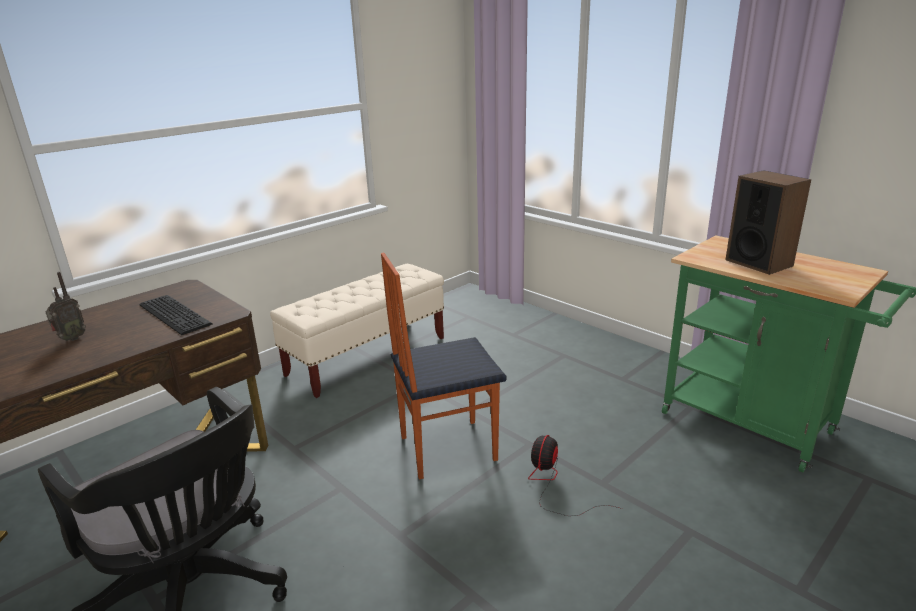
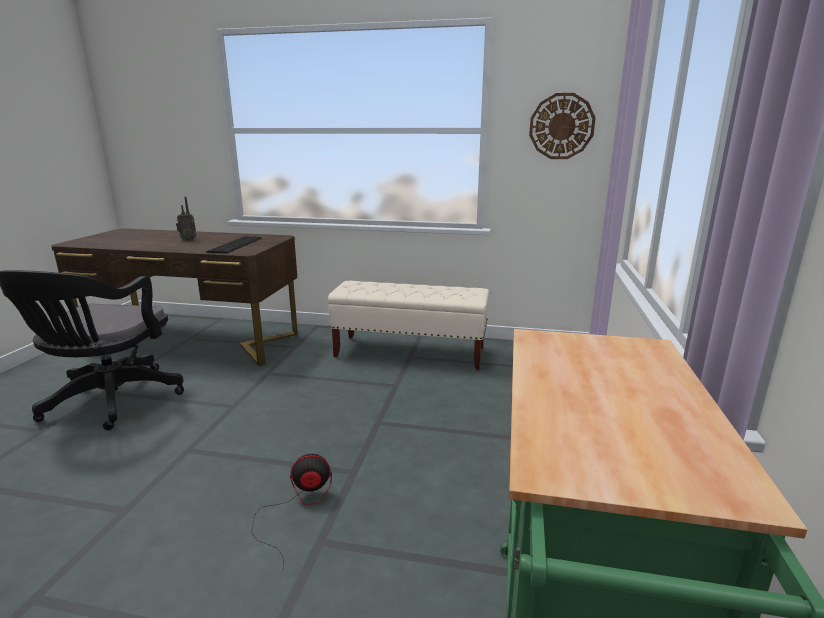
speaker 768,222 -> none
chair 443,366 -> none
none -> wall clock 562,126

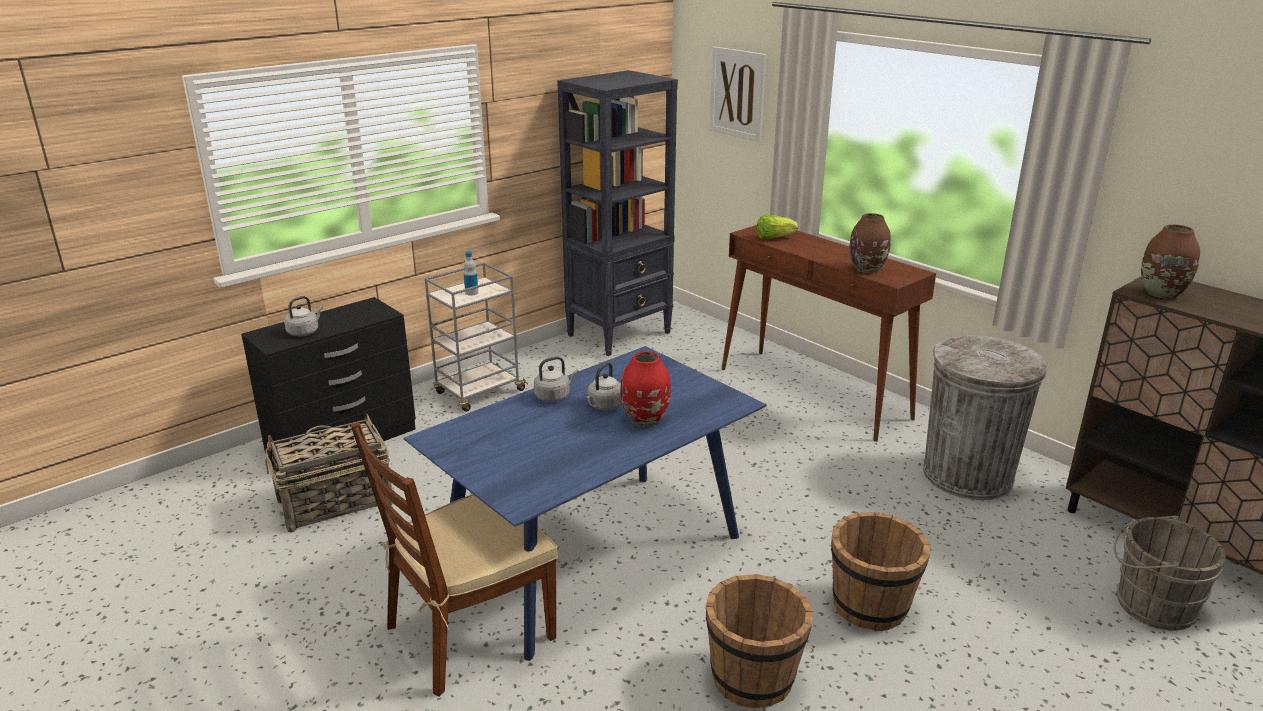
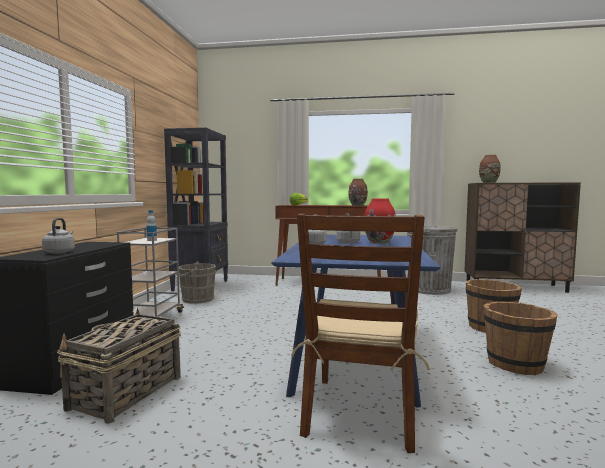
picture 738,94 -> none
grey bucket 1170,572 -> grey bucket 195,282, moved

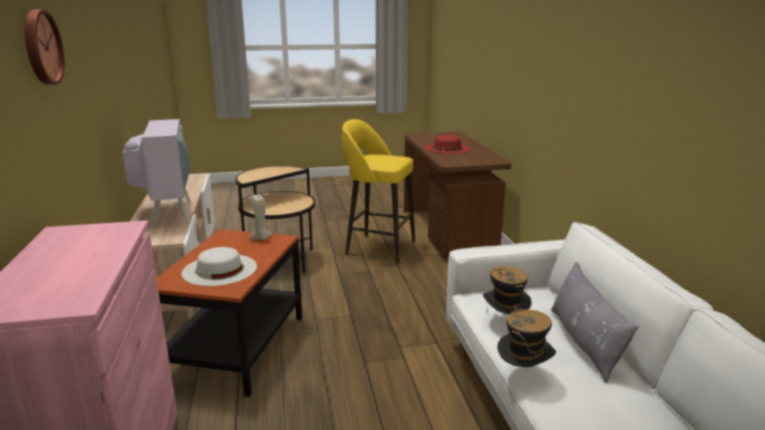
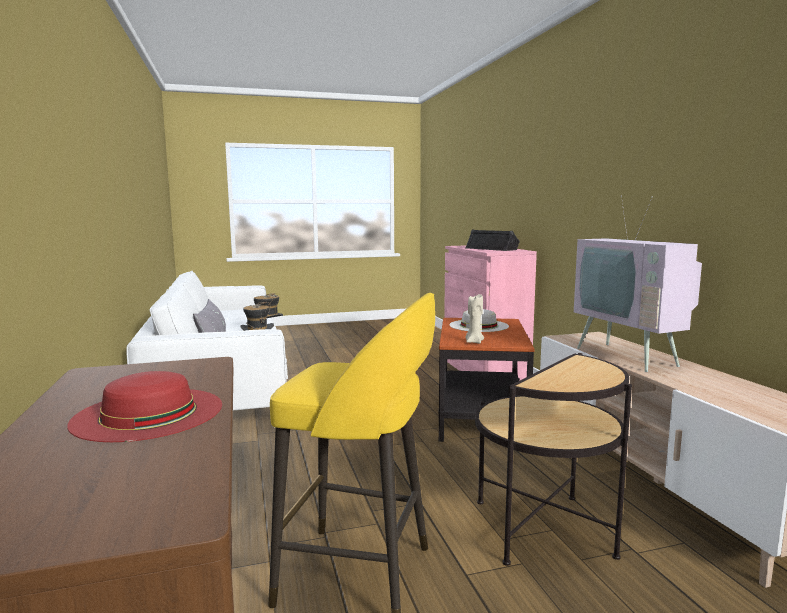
wall clock 44,47 -> none
none -> black speaker 493,240

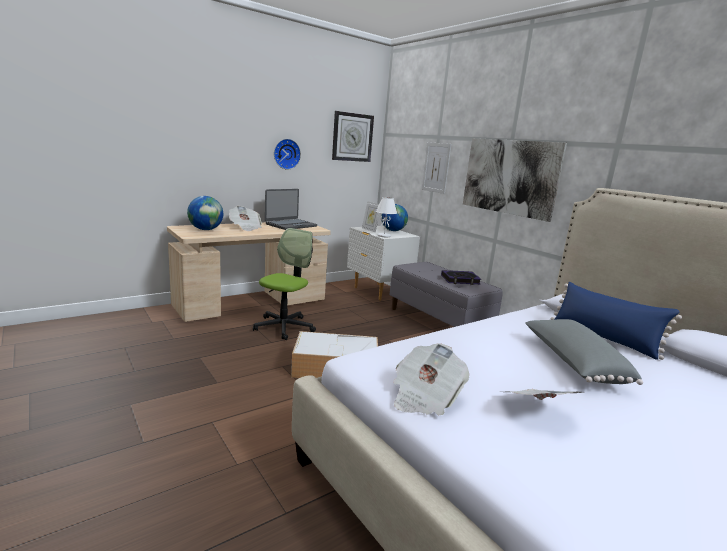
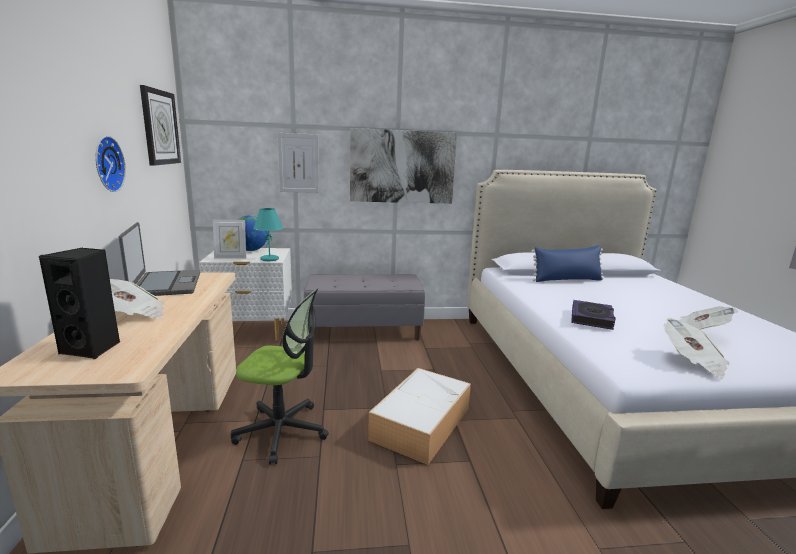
globe 205,213 -> black speaker 79,304
white table lamp 386,217 -> turquoise table lamp 268,234
office chair 284,284 -> office chair 280,377, 135 degrees clockwise
book 461,277 -> book 593,315, moved
grey pillow 584,352 -> none

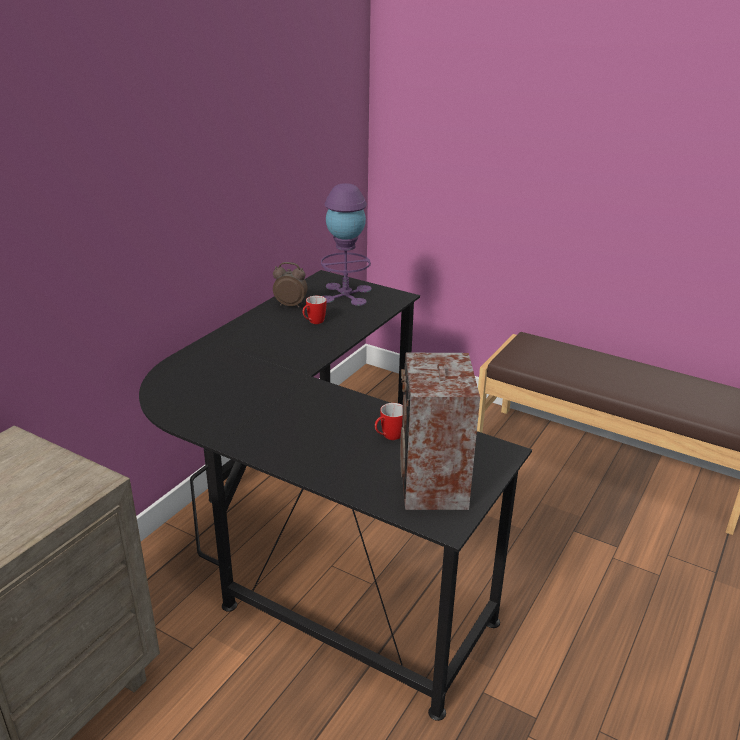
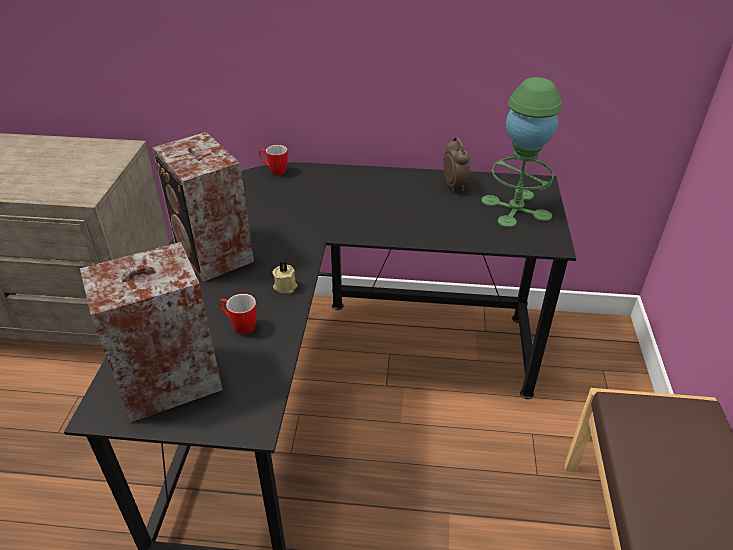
purple table lamp 346,244 -> green table lamp 522,152
mug 315,310 -> mug 273,160, moved
none -> speaker 203,207
none -> beige candle 284,277

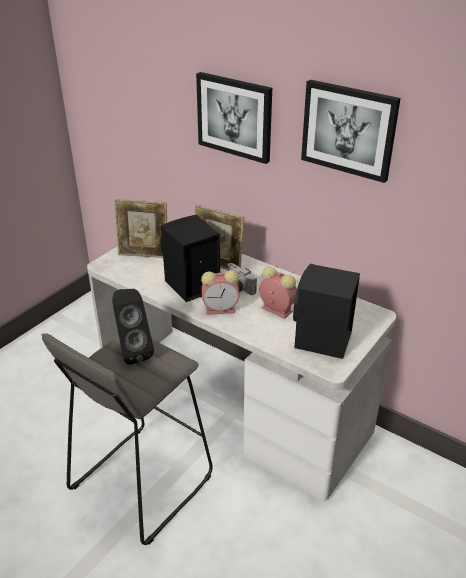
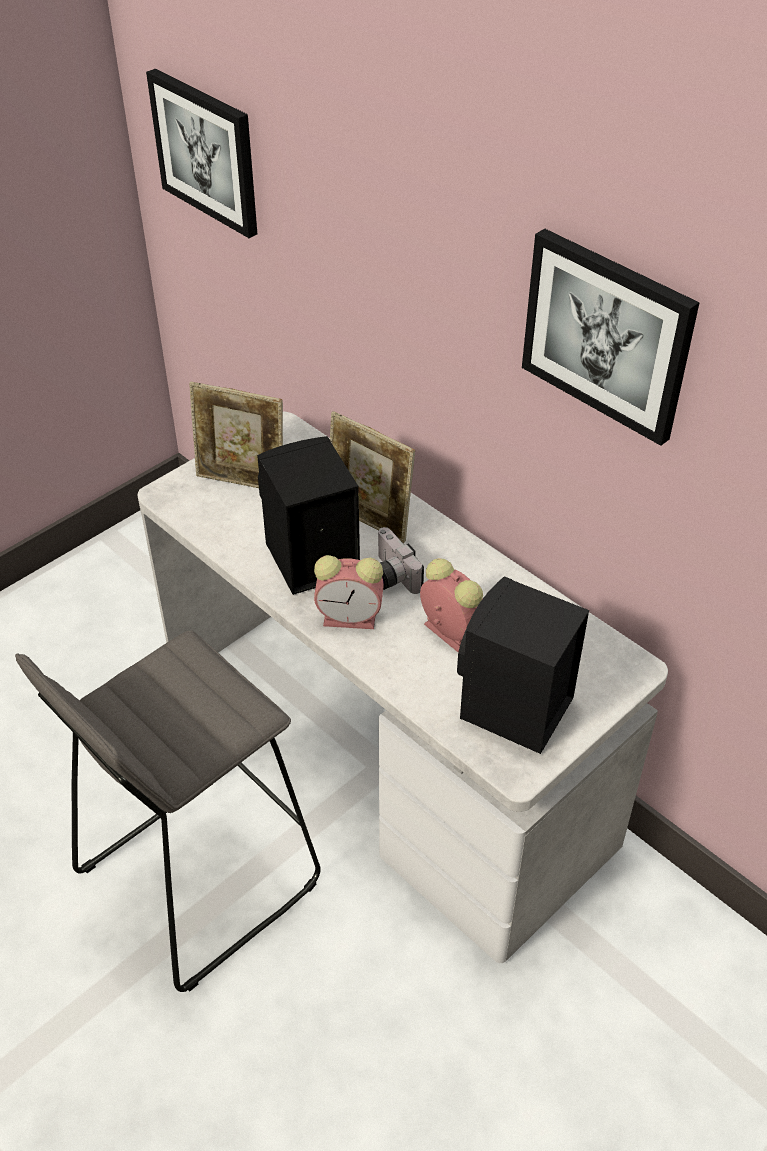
picture 234,118 -> picture 201,153, moved
black speaker 133,327 -> none

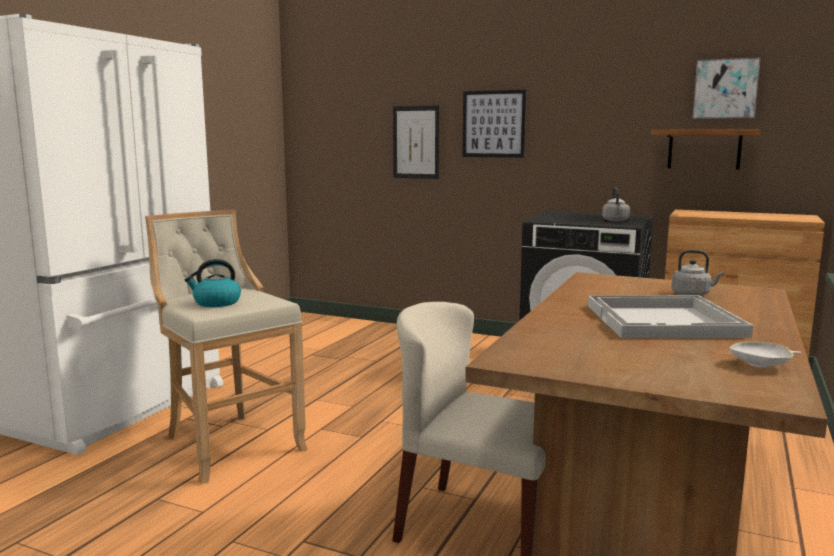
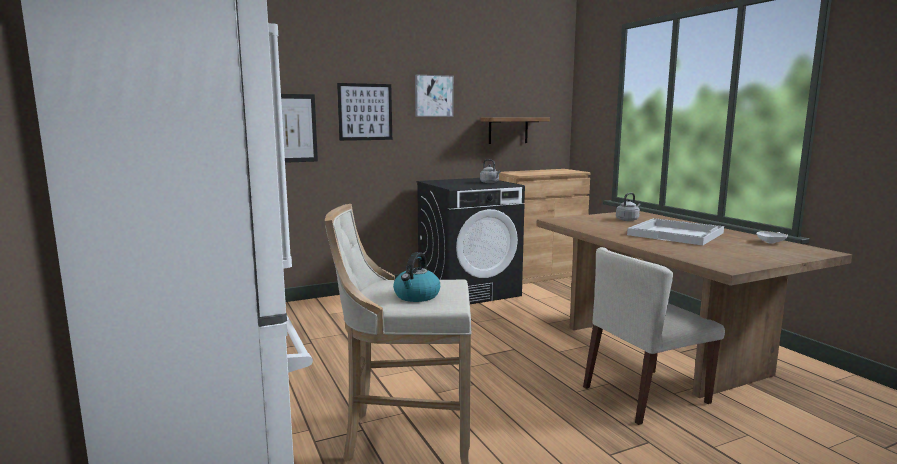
picture 726,88 -> picture 434,96, moved

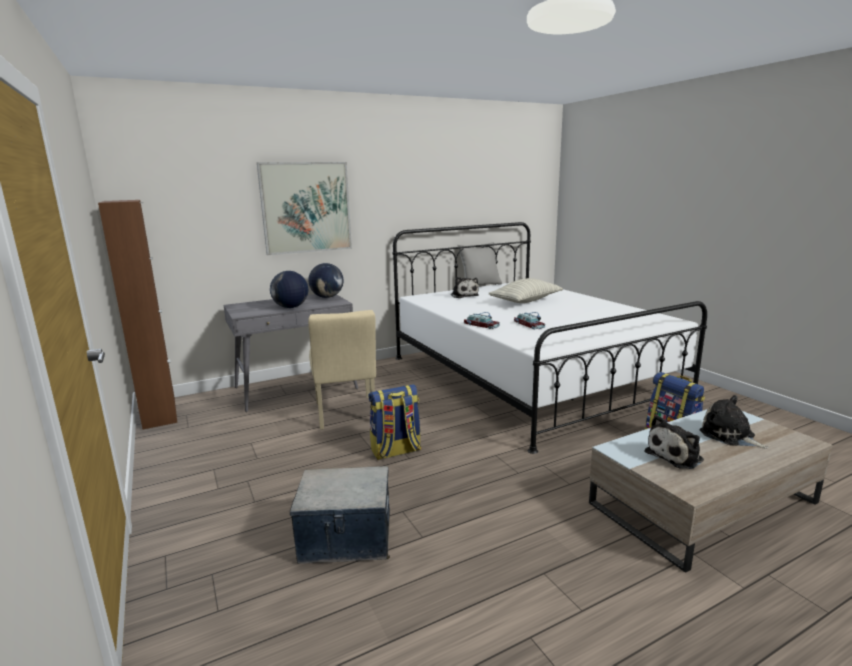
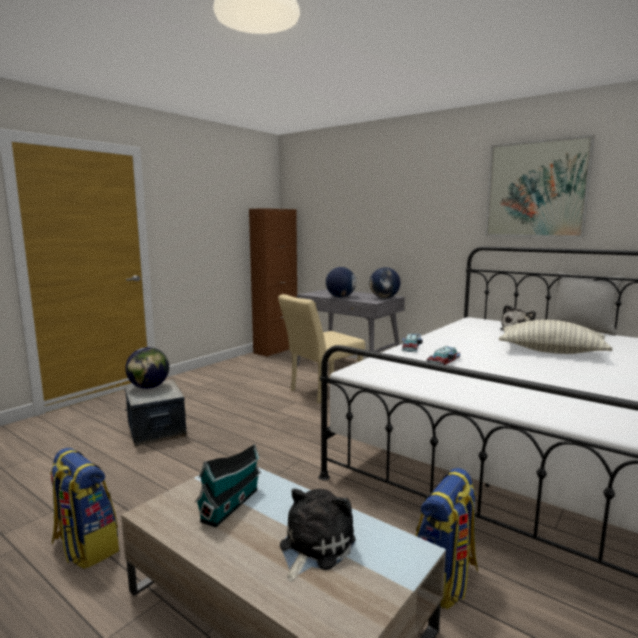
picture 304,208 -> picture 540,186, moved
backpack 395,422 -> backpack 84,508, moved
plush toy 674,442 -> toy house 228,485
none -> globe 147,368

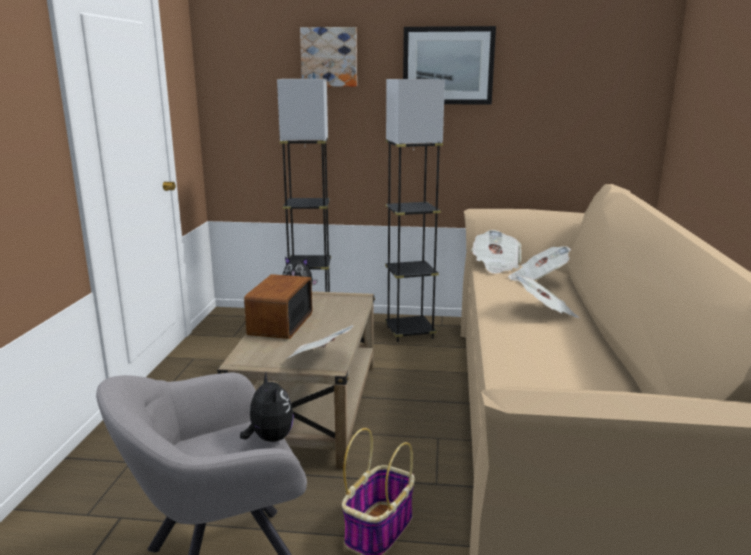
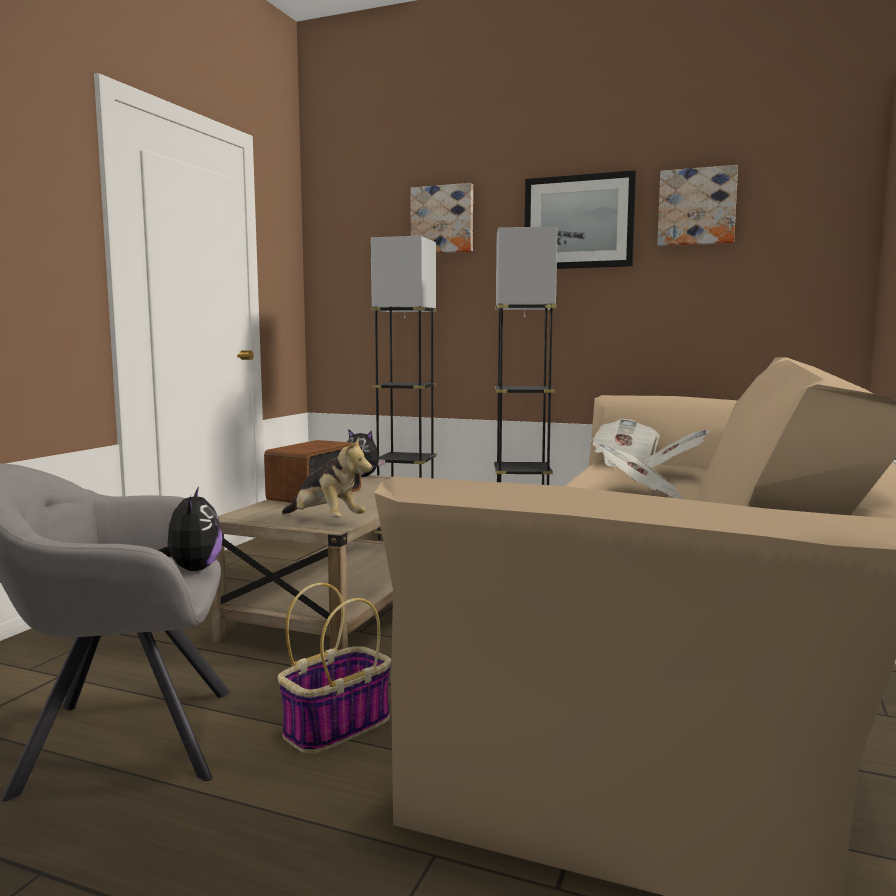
newspaper 320,342 -> plush toy 327,477
none -> picture 697,205

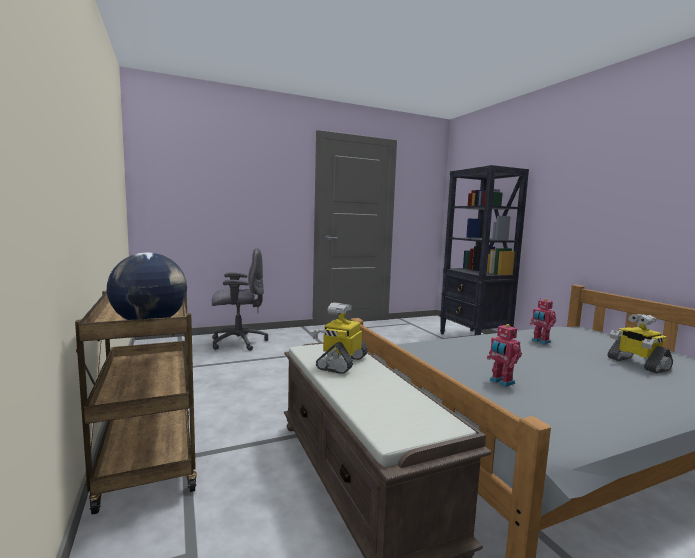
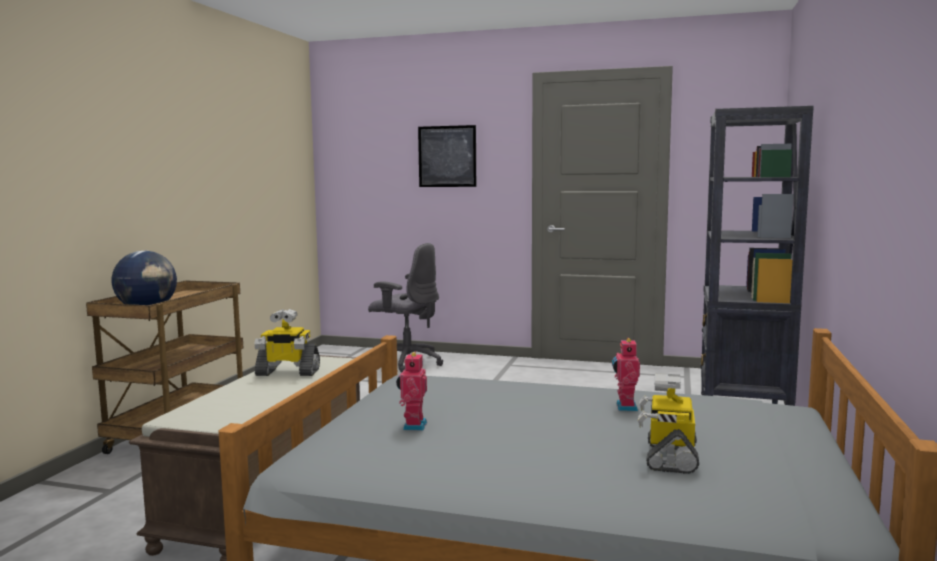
toy robot 340,338 -> toy robot 287,342, 150 degrees counterclockwise
none -> picture 447,156

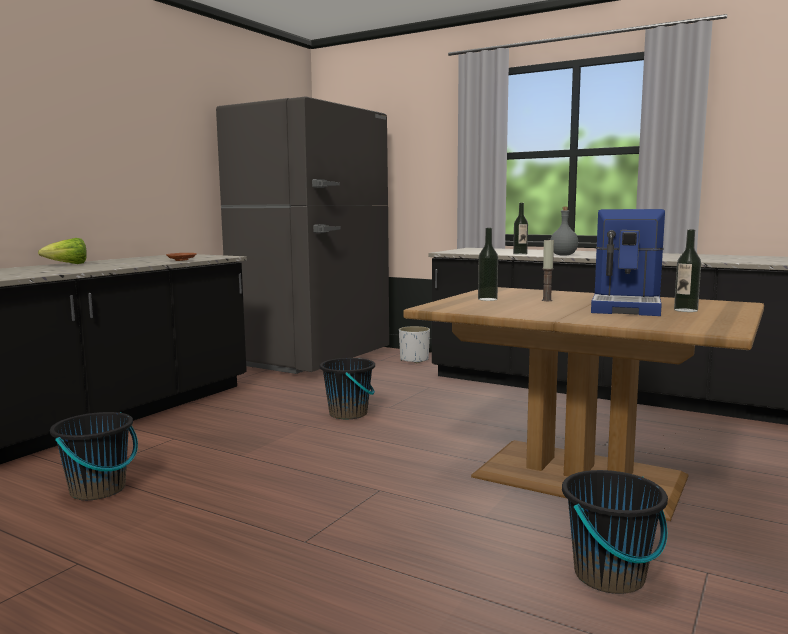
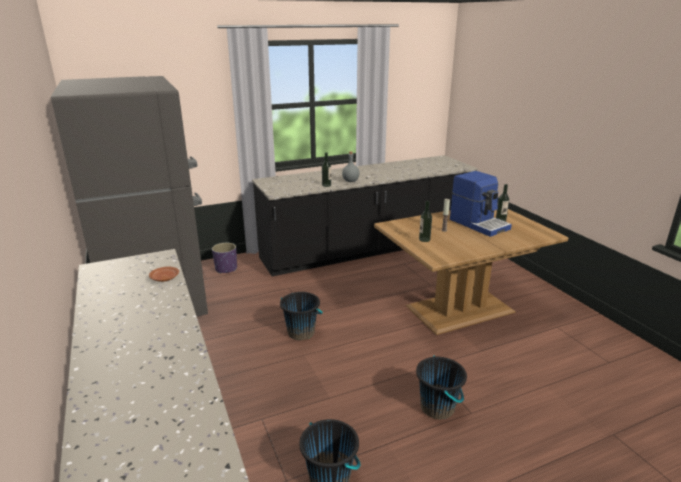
lettuce 62,251 -> none
white planter 414,344 -> purple planter 224,258
black bucket 615,532 -> black bucket 441,387, moved

